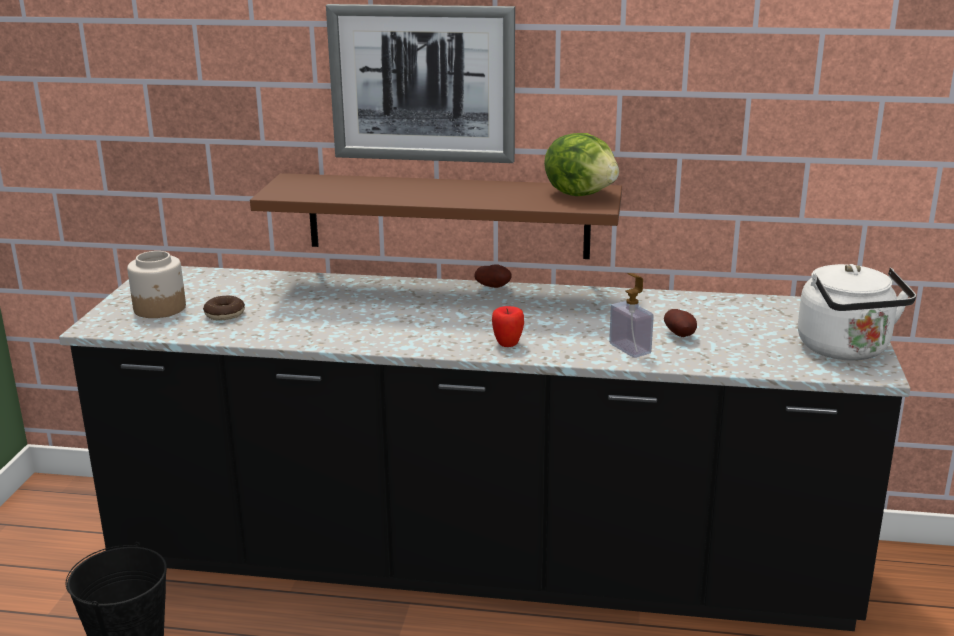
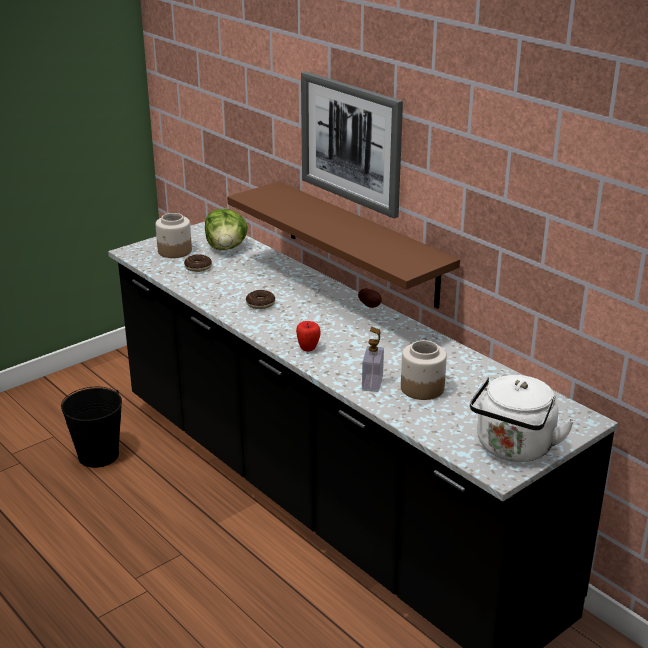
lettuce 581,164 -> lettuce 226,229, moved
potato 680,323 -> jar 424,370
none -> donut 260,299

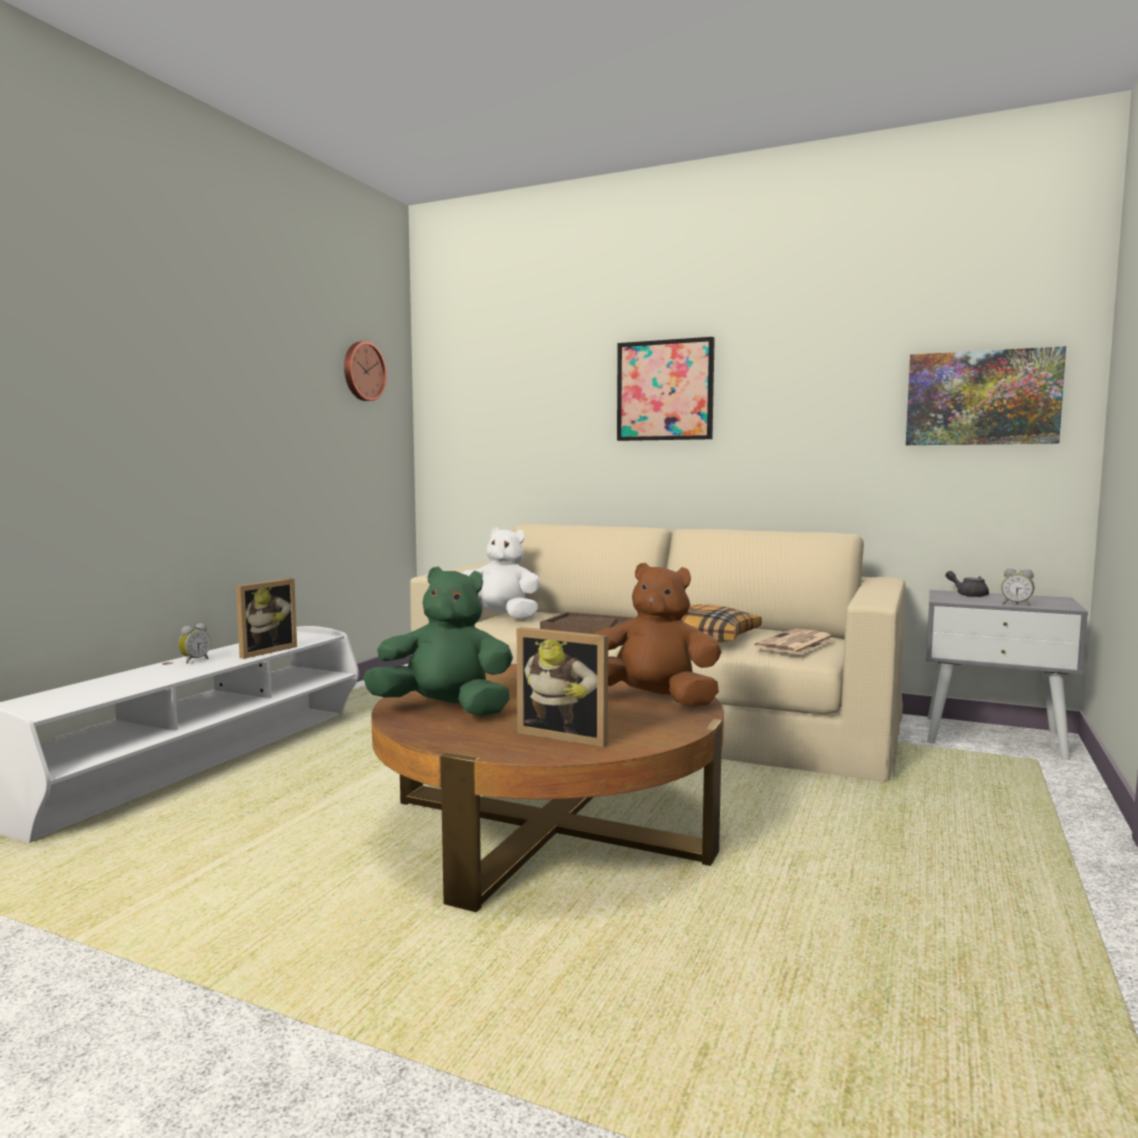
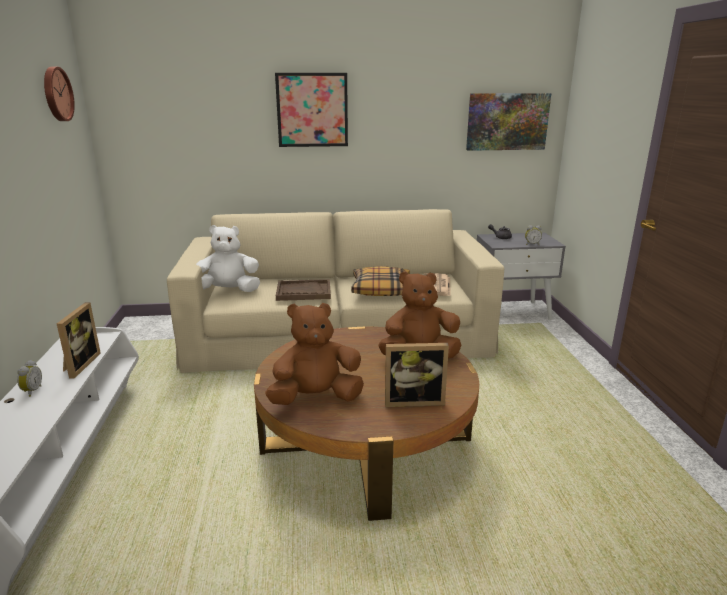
green plush toy 438,641 -> brown plush toy 314,354

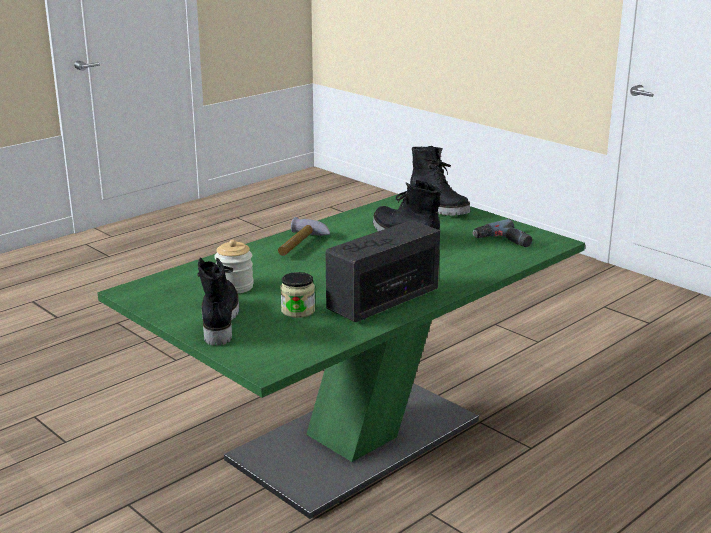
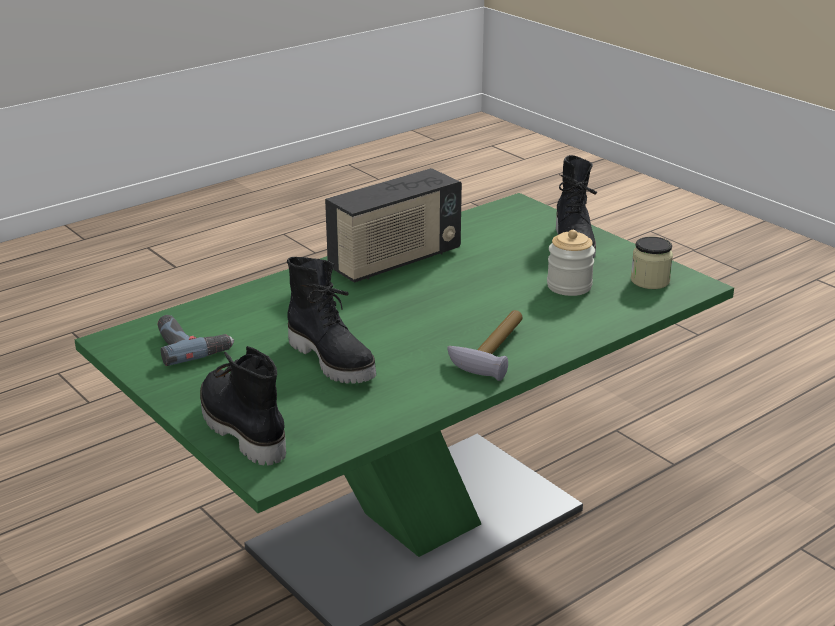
jar 298,295 -> jar 652,263, moved

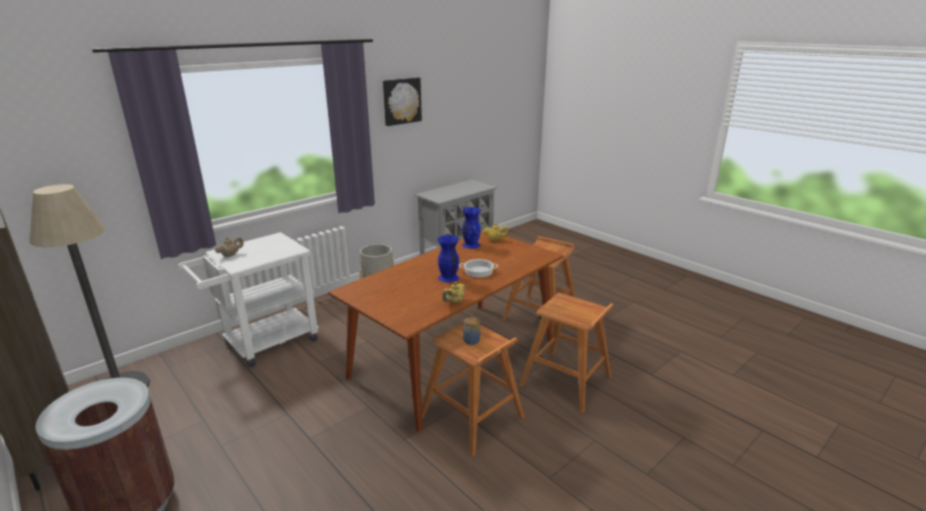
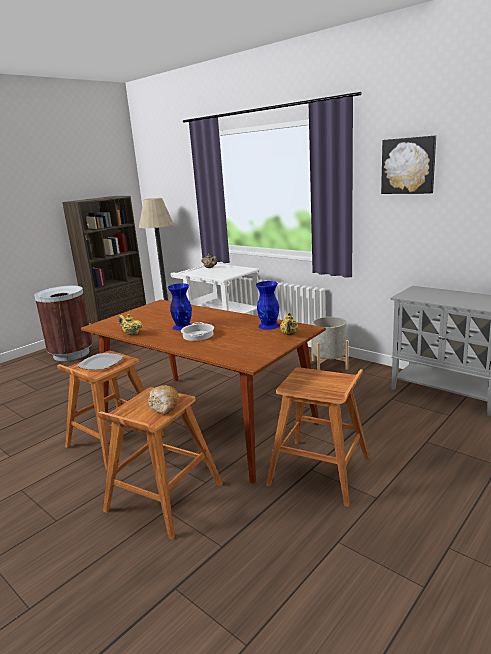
jar 471,331 -> plate 100,361
none -> bread 163,400

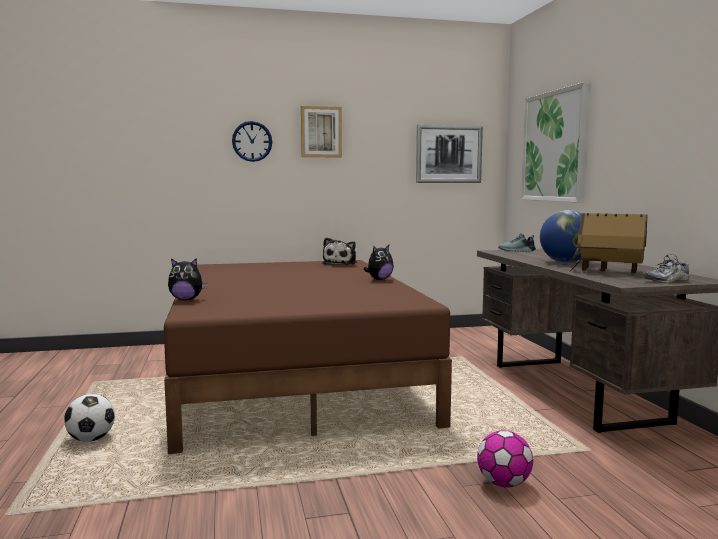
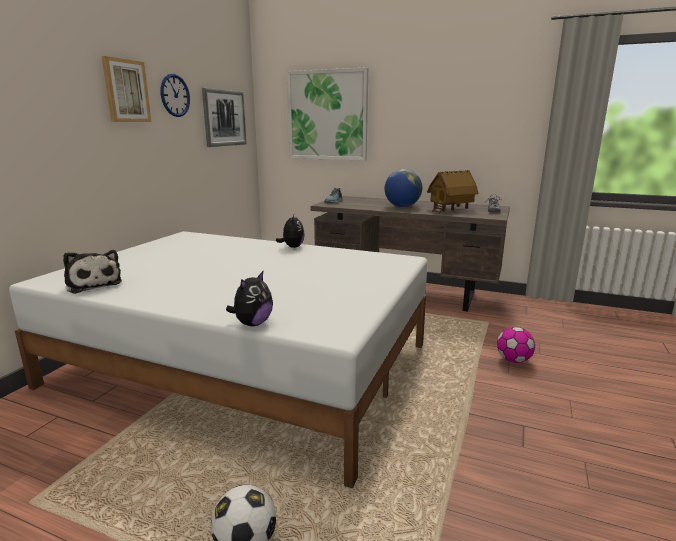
wall clock 252,141 -> wall clock 175,95, moved
plush toy 339,251 -> plush toy 92,272, moved
brown bed 308,357 -> white bed 218,360

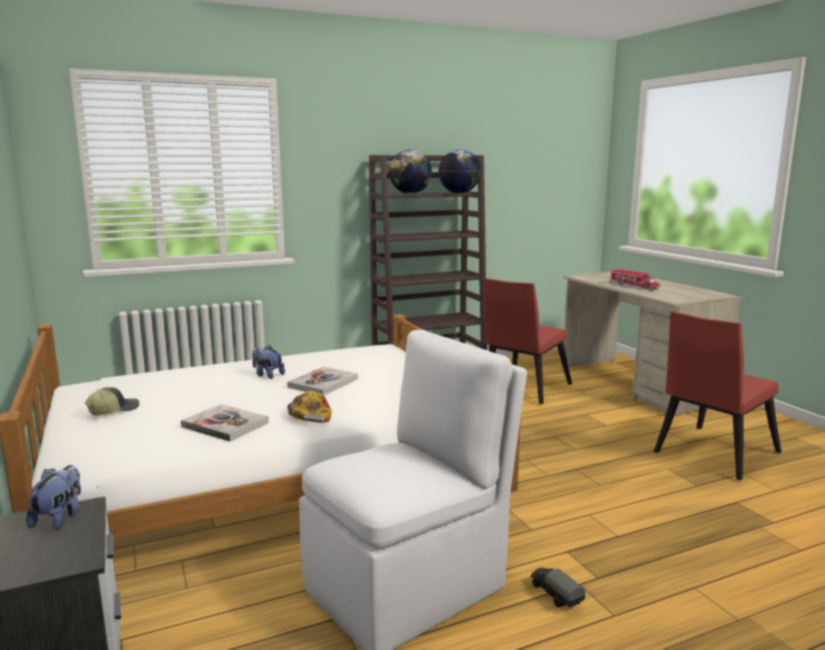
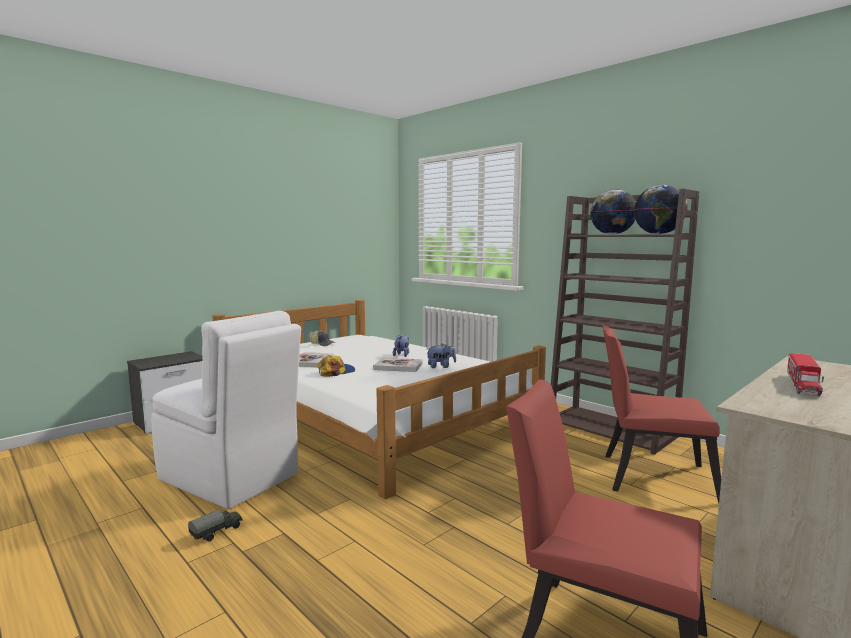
plush toy 53,497 -> plush toy 441,355, moved

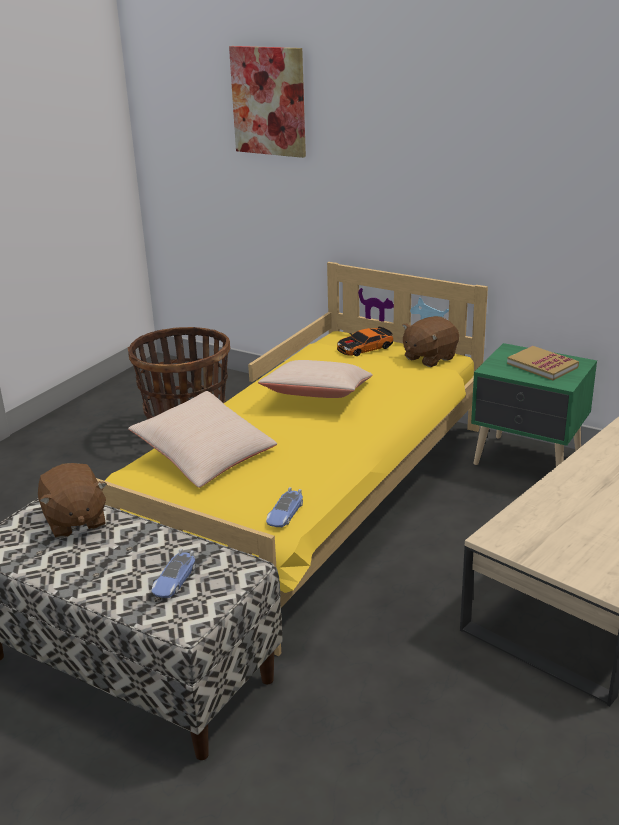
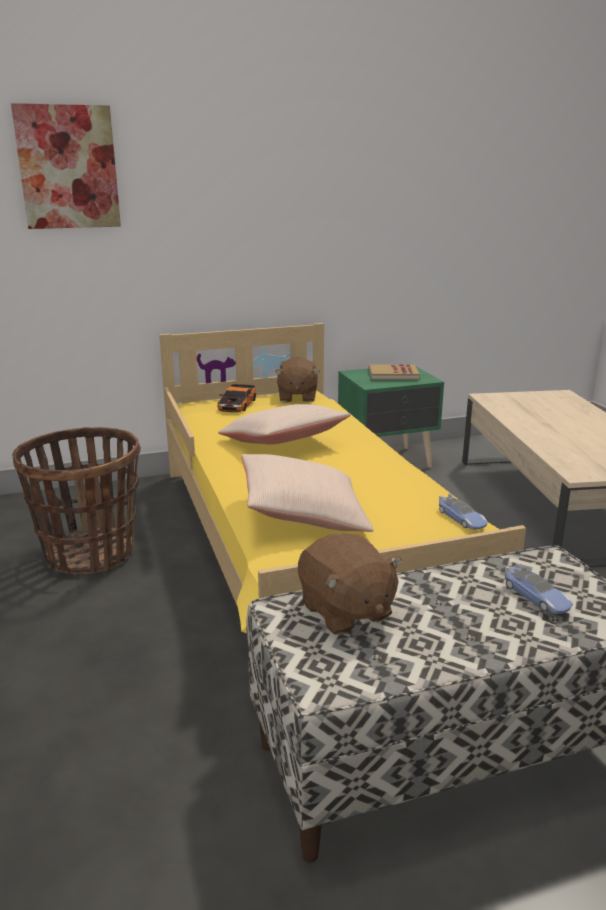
brown plush toy 72,500 -> brown plush toy 350,584, 45 degrees clockwise

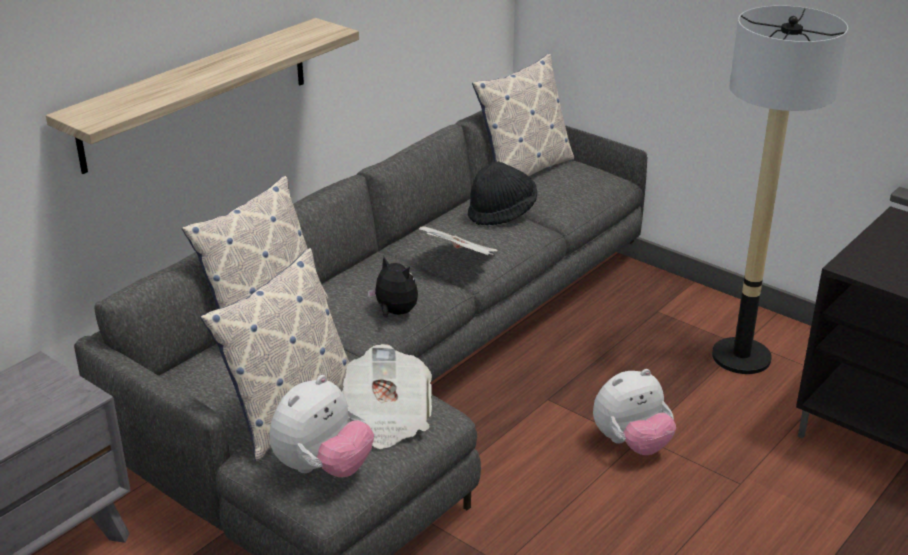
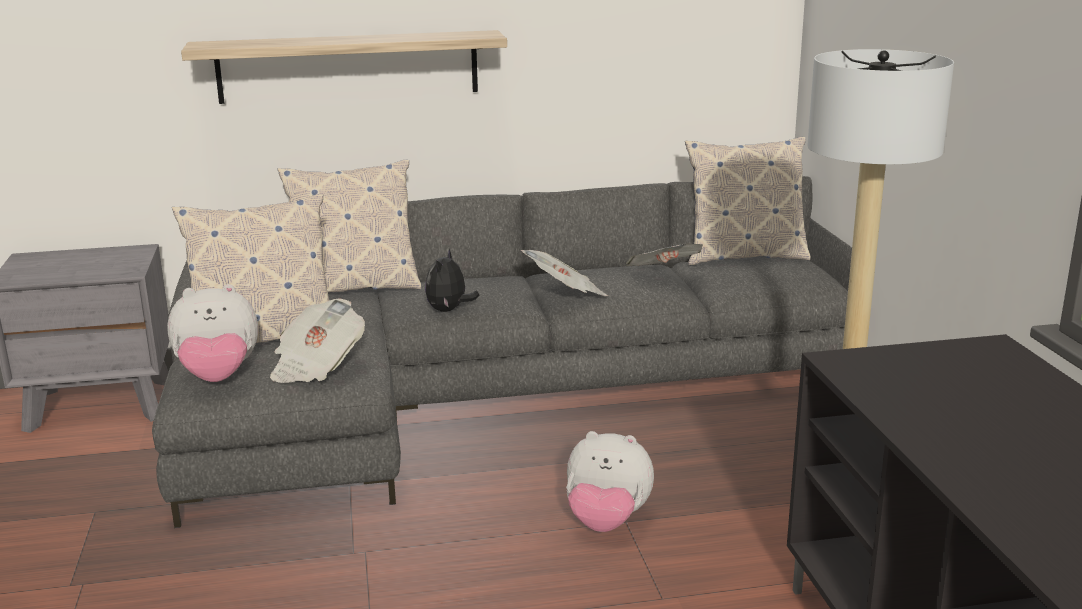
black hat 502,193 -> newspaper 664,254
plush toy 392,286 -> plush toy 452,280, 150 degrees counterclockwise

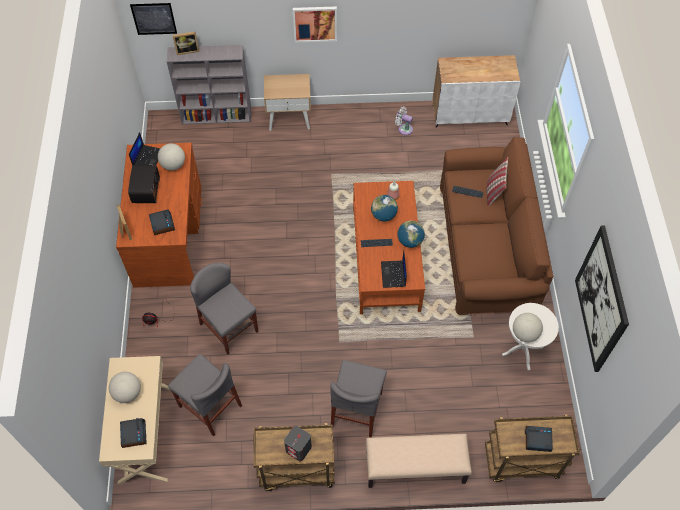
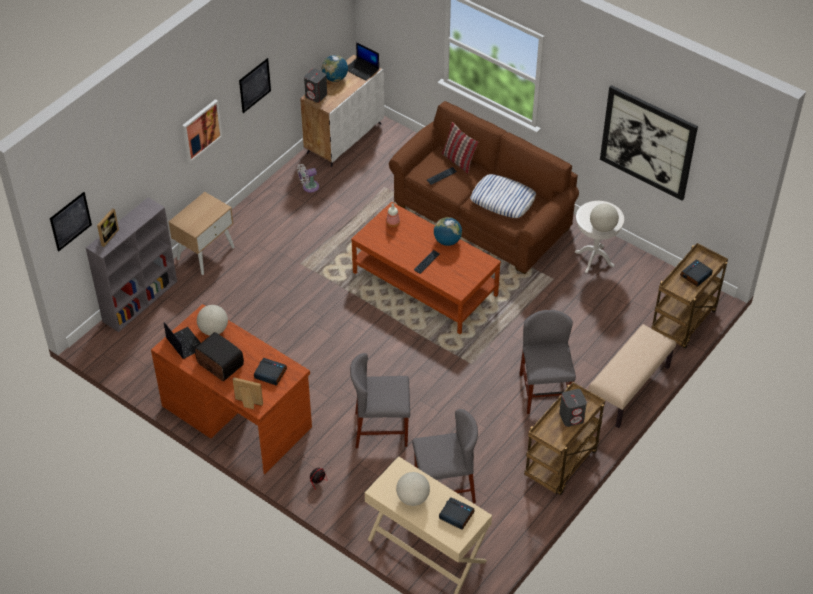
globe 384,208 -> globe 335,68, moved
laptop 394,269 -> laptop 363,61, moved
grey chair 358,398 -> grey chair 547,362, 150 degrees counterclockwise
none -> picture 255,85
none -> grey speaker 315,85
none -> pillow 503,196

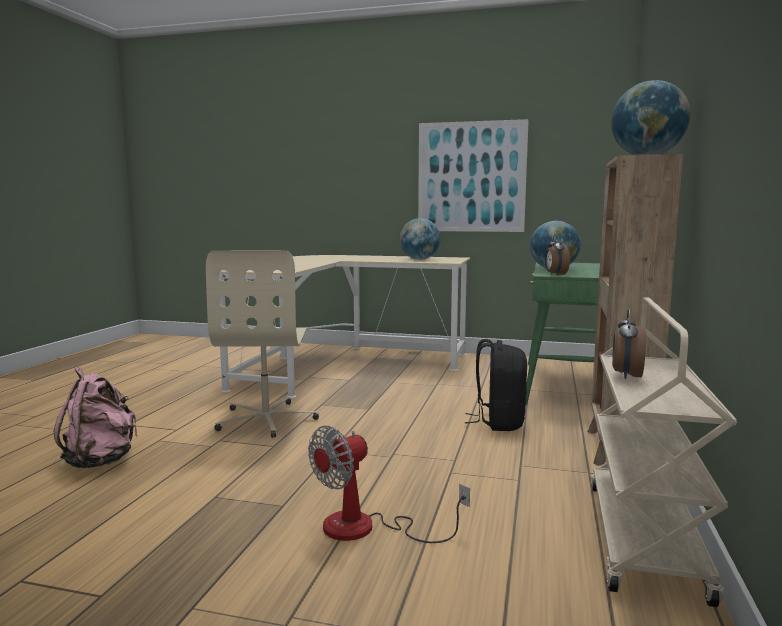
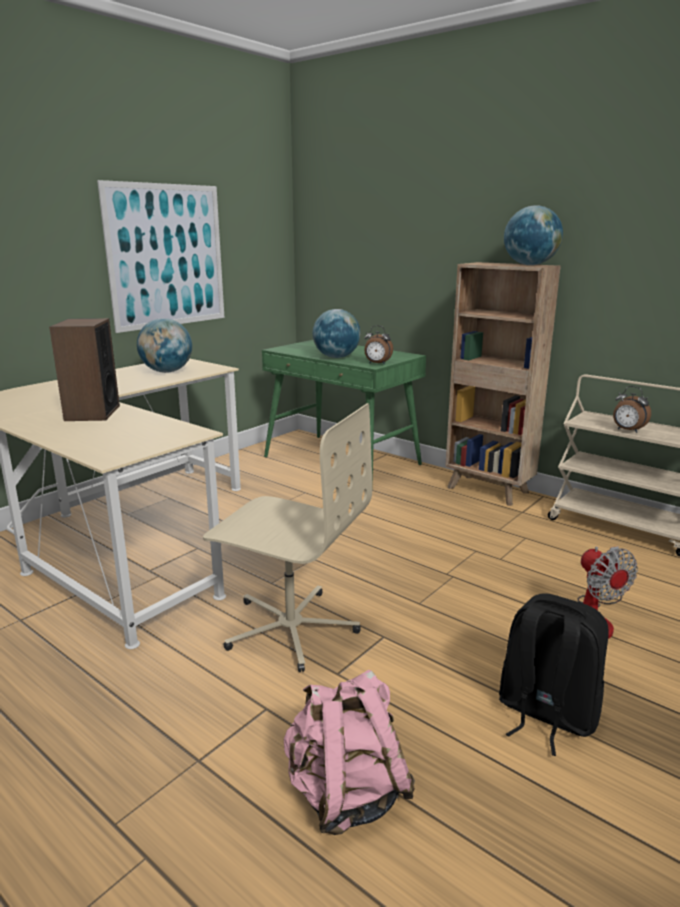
black backpack 496,385 -> black backpack 554,674, moved
none -> speaker 84,369

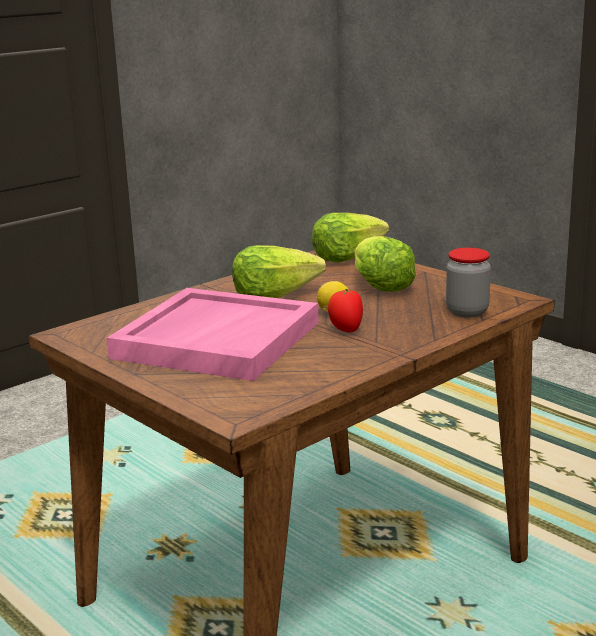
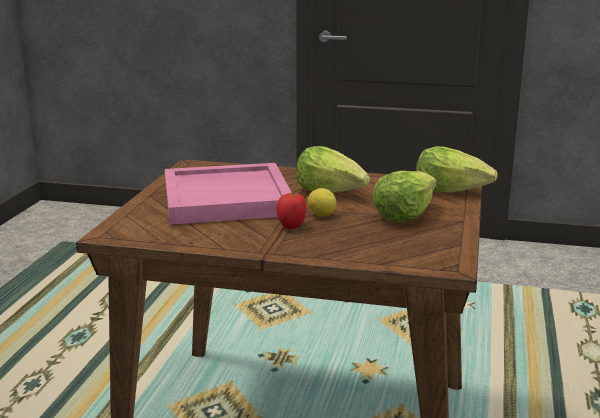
jar 468,283 -> none

